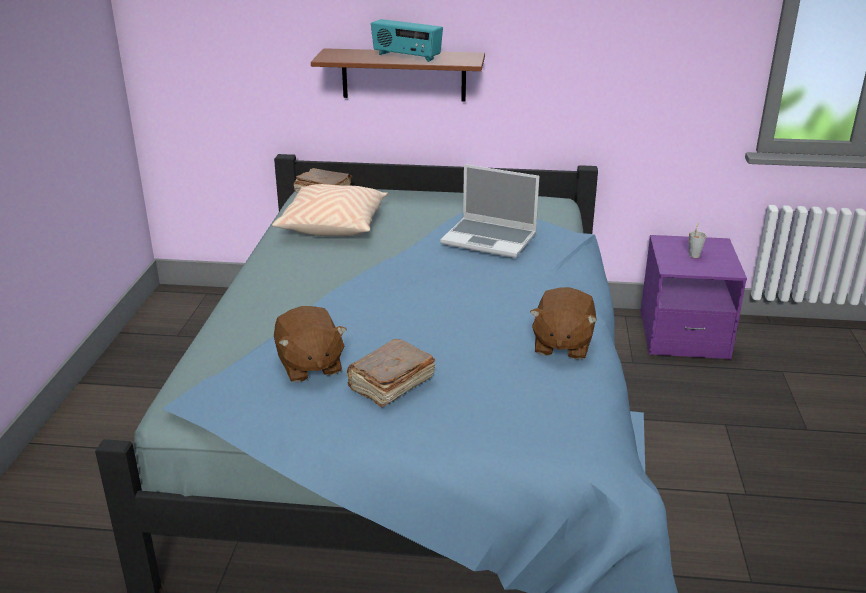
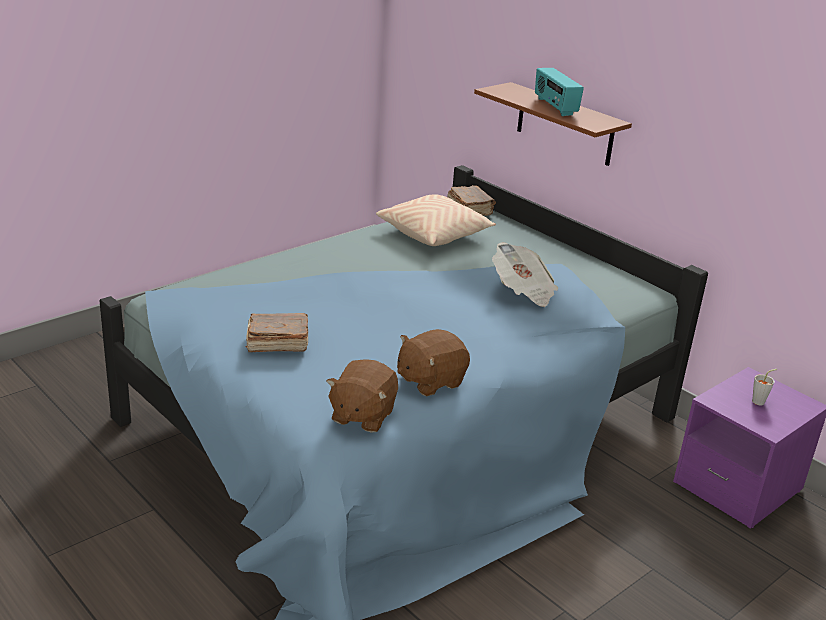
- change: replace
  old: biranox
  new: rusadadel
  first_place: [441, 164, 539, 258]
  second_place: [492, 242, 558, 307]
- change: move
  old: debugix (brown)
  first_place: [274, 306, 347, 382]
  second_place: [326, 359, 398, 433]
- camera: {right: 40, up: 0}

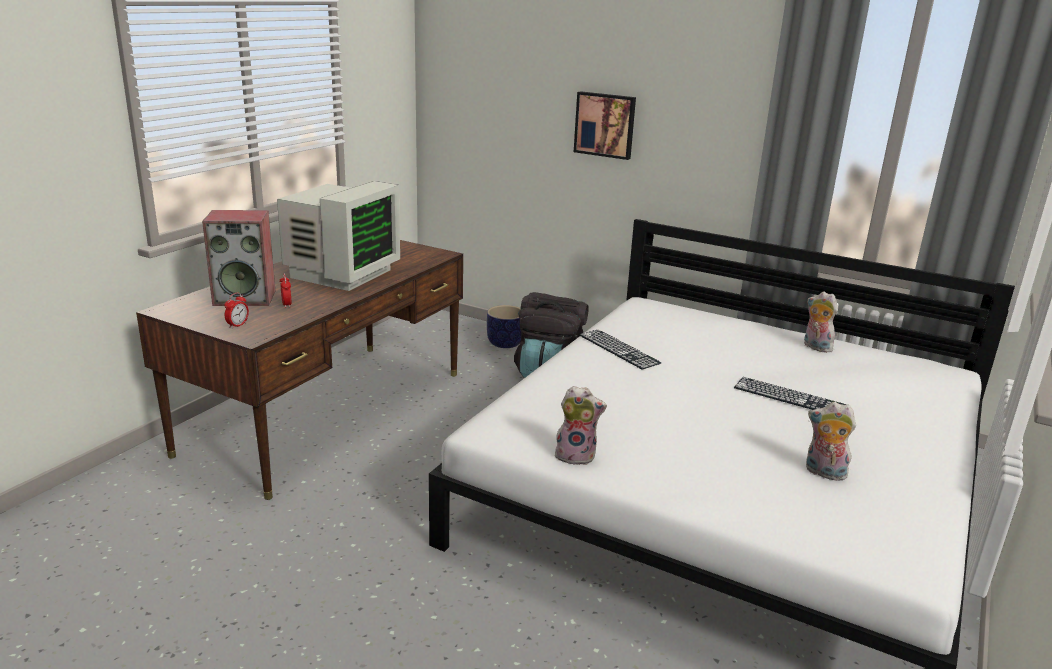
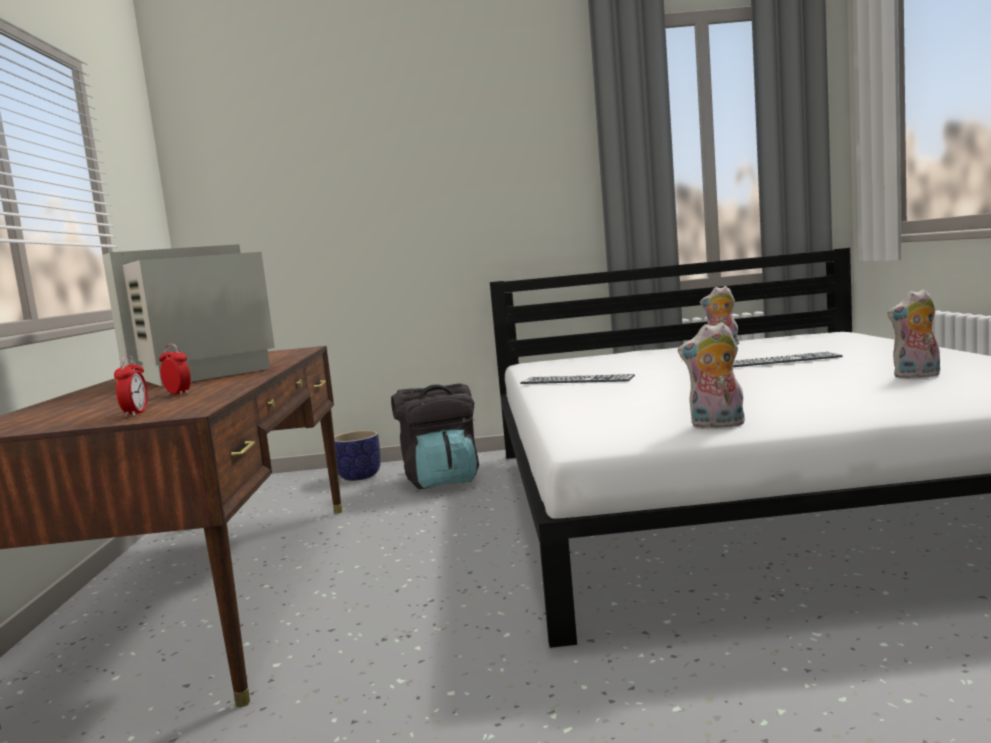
- change: delete
  old: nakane
  first_place: [574, 91, 636, 160]
- change: rotate
  old: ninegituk
  first_place: [277, 181, 400, 291]
  second_place: [102, 244, 275, 386]
  degrees: -120
- change: delete
  old: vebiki
  first_place: [202, 210, 275, 306]
- change: rotate
  old: debugix
  first_place: [555, 386, 607, 465]
  second_place: [678, 322, 745, 428]
  degrees: -150
- camera: {right: -30, up: -15}

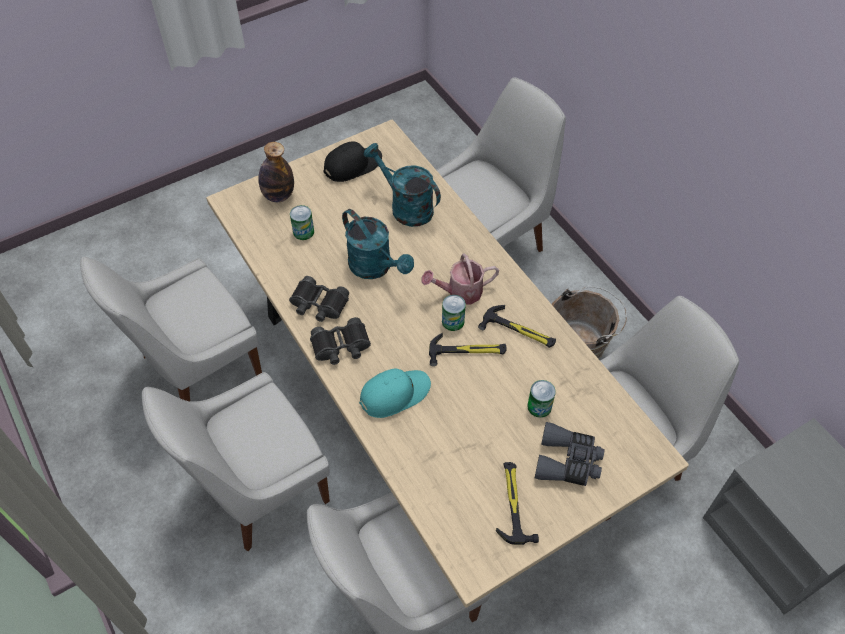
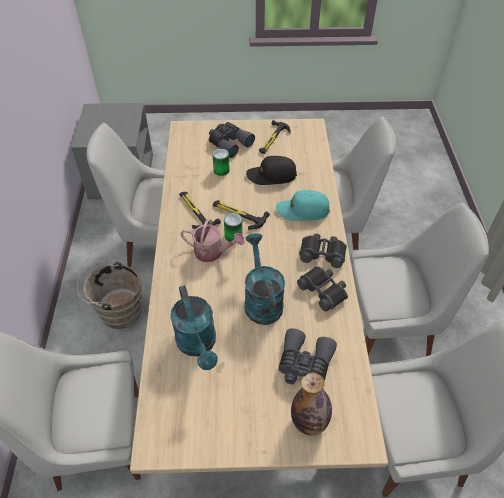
- change: move
  old: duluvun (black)
  first_place: [323, 141, 382, 182]
  second_place: [246, 156, 297, 185]
- change: replace
  old: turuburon
  new: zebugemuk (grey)
  first_place: [290, 205, 314, 240]
  second_place: [278, 328, 337, 384]
- camera: {right: -150, up: -5}

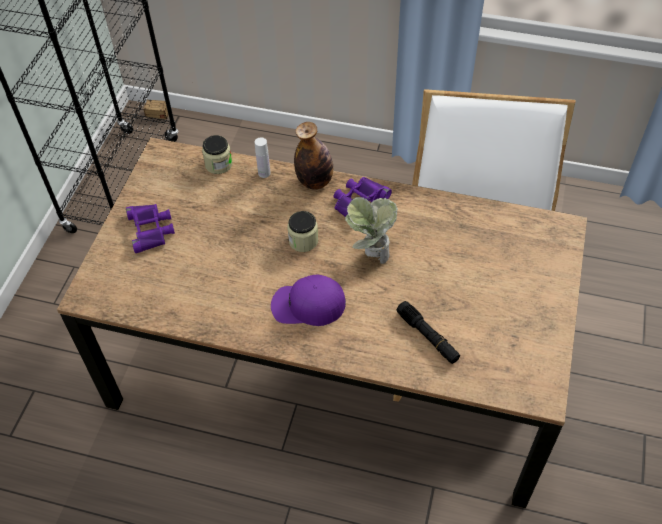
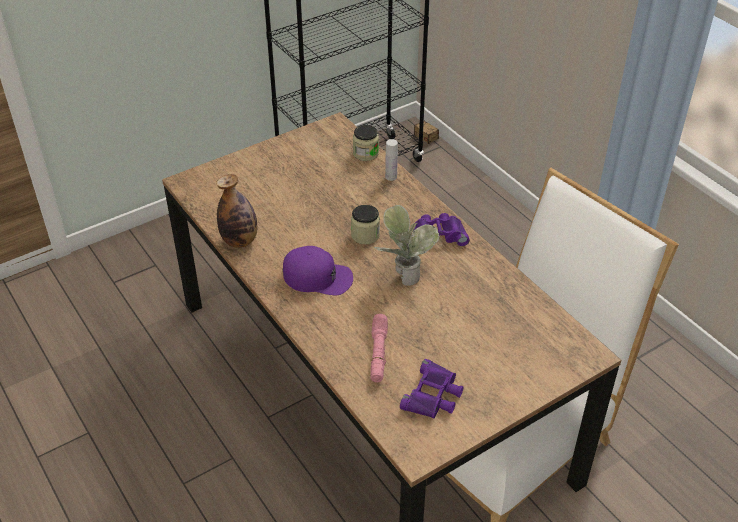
- change: move
  old: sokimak
  first_place: [294, 122, 333, 190]
  second_place: [216, 174, 257, 248]
- change: move
  old: zebugemuk (purple)
  first_place: [126, 204, 175, 253]
  second_place: [400, 359, 464, 418]
- change: rotate
  old: duluvun (purple)
  first_place: [271, 275, 346, 326]
  second_place: [283, 246, 353, 295]
  degrees: 150
- change: recolor
  old: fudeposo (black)
  new: fudeposo (pink)
  first_place: [396, 301, 460, 364]
  second_place: [370, 314, 388, 382]
- camera: {right: 40, up: -10}

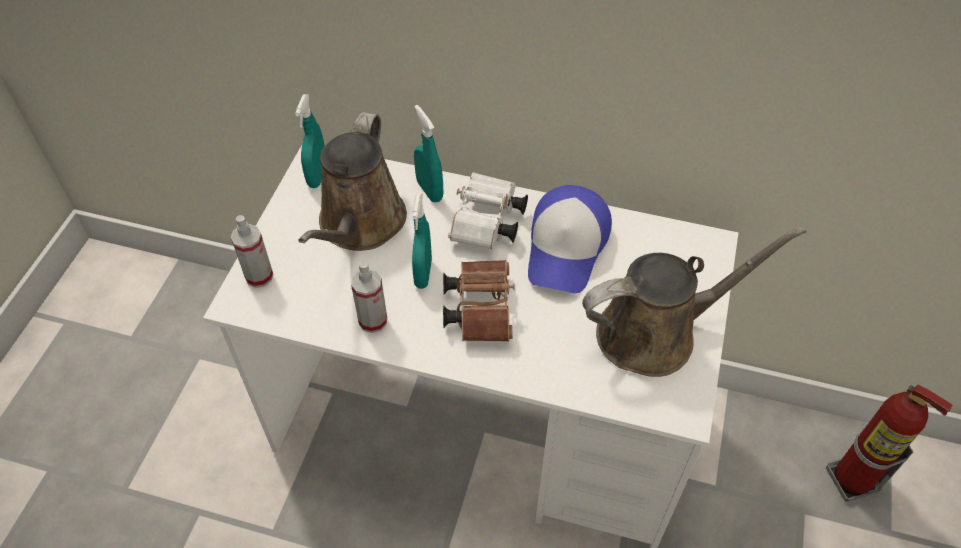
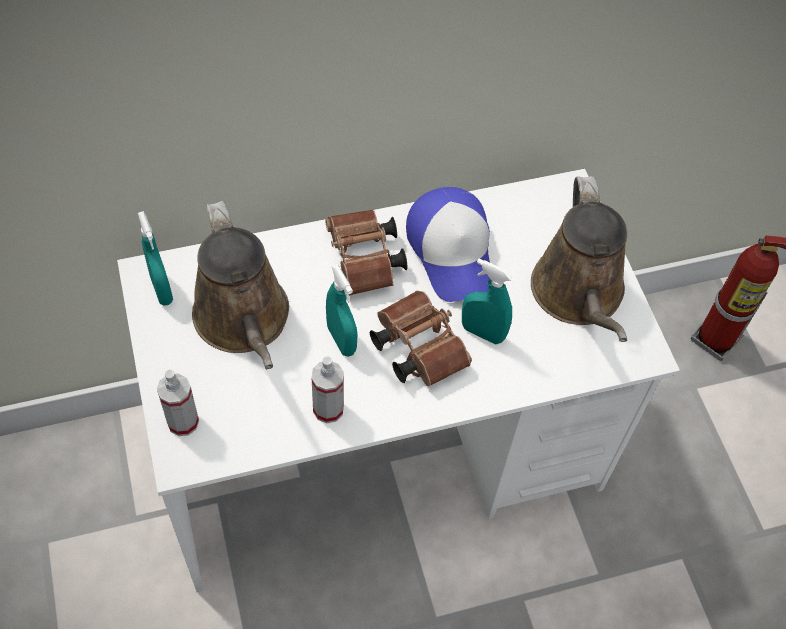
- change: move
  old: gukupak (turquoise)
  first_place: [414, 105, 443, 203]
  second_place: [462, 259, 513, 344]
- change: recolor
  old: zebugemuk (white)
  new: zebugemuk (brown)
  first_place: [448, 172, 528, 249]
  second_place: [325, 210, 407, 296]
- change: rotate
  old: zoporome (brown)
  first_place: [582, 226, 806, 377]
  second_place: [531, 176, 627, 342]
  degrees: 135
- camera: {right: -35, up: 5}

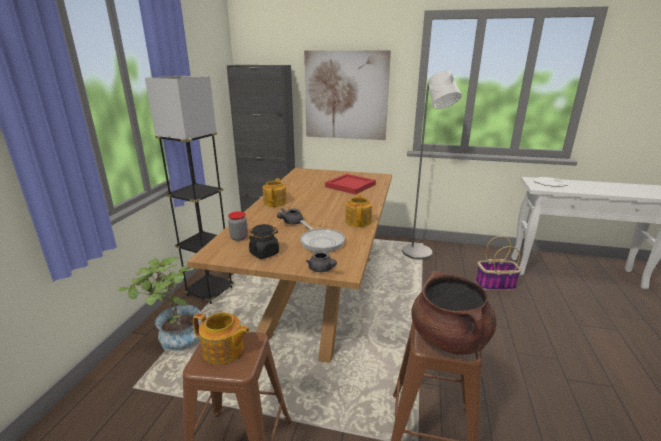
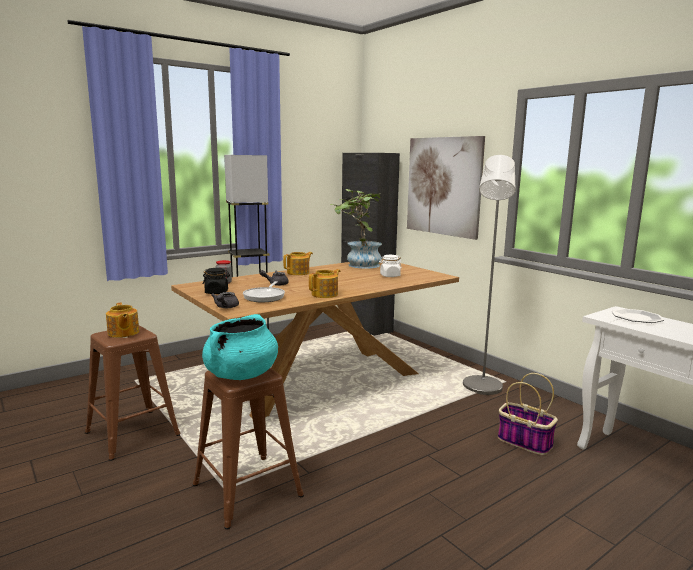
- change: replace
  old: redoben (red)
  new: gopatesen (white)
  first_place: [325, 174, 376, 195]
  second_place: [379, 255, 402, 277]
- change: move
  old: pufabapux
  first_place: [118, 257, 201, 351]
  second_place: [330, 189, 382, 269]
- change: recolor
  old: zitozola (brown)
  new: zitozola (turquoise)
  first_place: [411, 271, 496, 355]
  second_place: [202, 314, 278, 380]
- camera: {right: 40, up: -10}

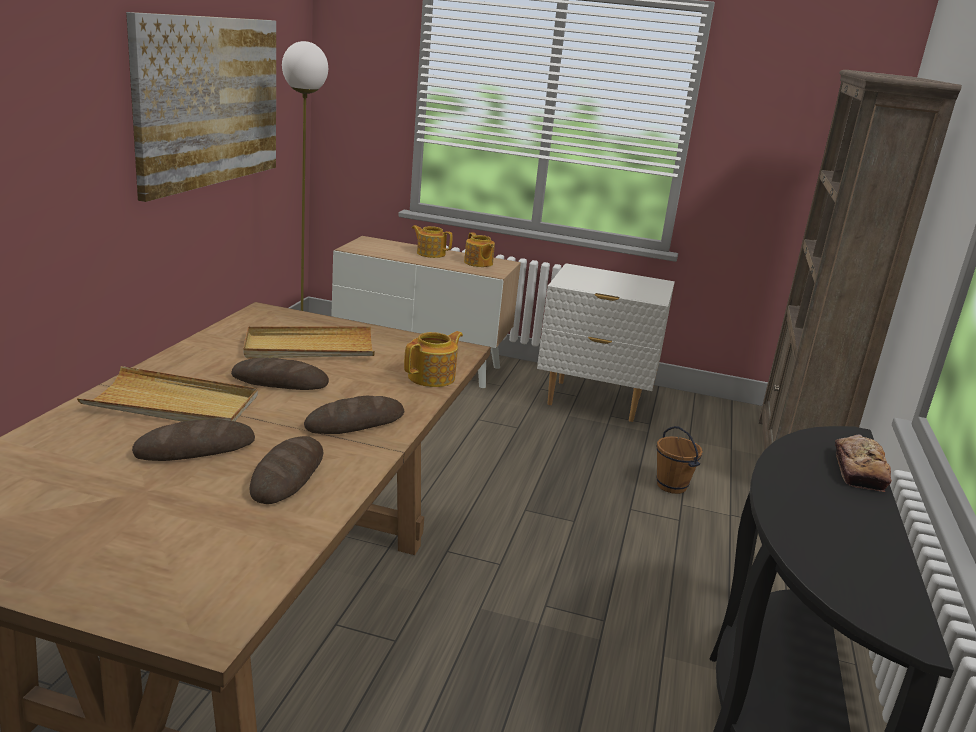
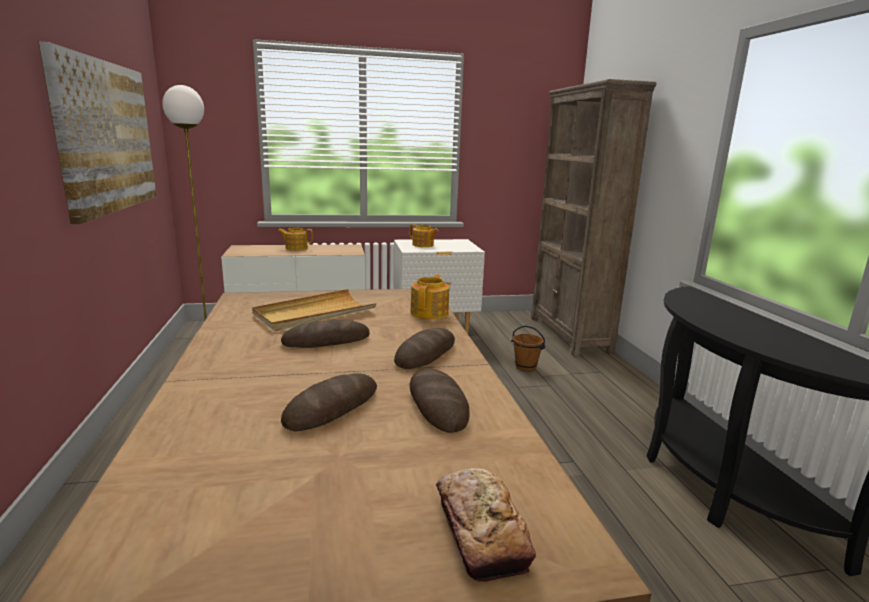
- change: move
  old: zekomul
  first_place: [464, 233, 495, 267]
  second_place: [409, 224, 439, 247]
- change: delete
  old: redoben (beige)
  first_place: [77, 366, 258, 422]
- change: move
  old: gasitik
  first_place: [835, 434, 892, 492]
  second_place: [436, 468, 536, 582]
- camera: {right: -25, up: -5}

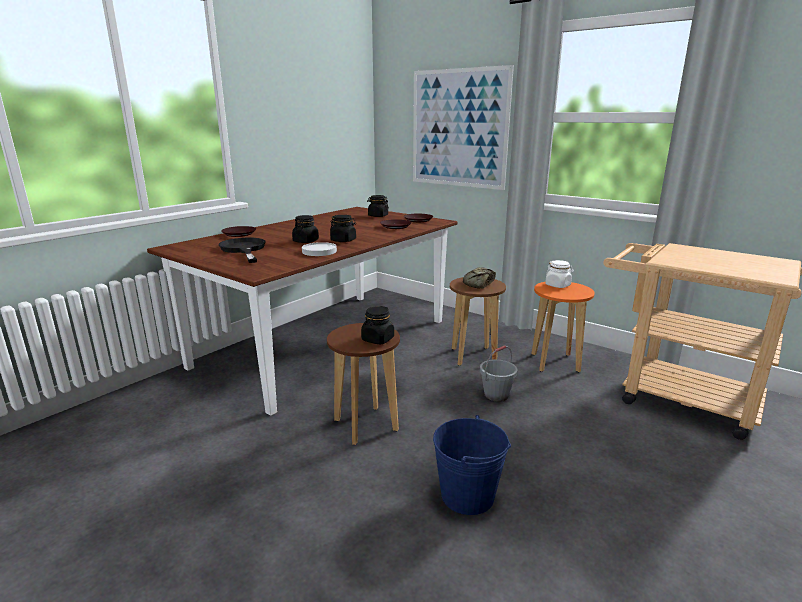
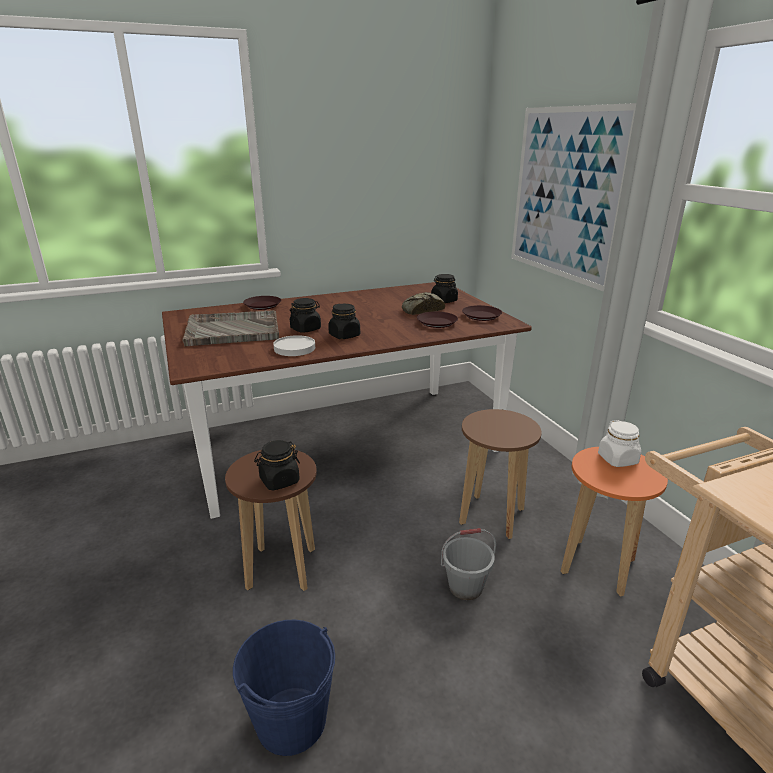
- change: replace
  old: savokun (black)
  new: redoben (grey)
  first_place: [219, 238, 266, 263]
  second_place: [182, 310, 279, 347]
- change: move
  old: gasitik
  first_place: [463, 267, 496, 289]
  second_place: [402, 292, 445, 315]
- camera: {right: 30, up: 5}

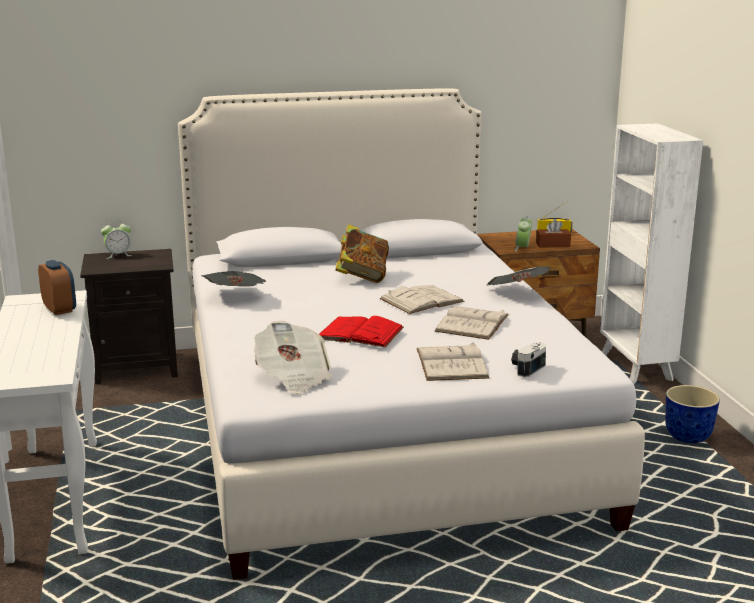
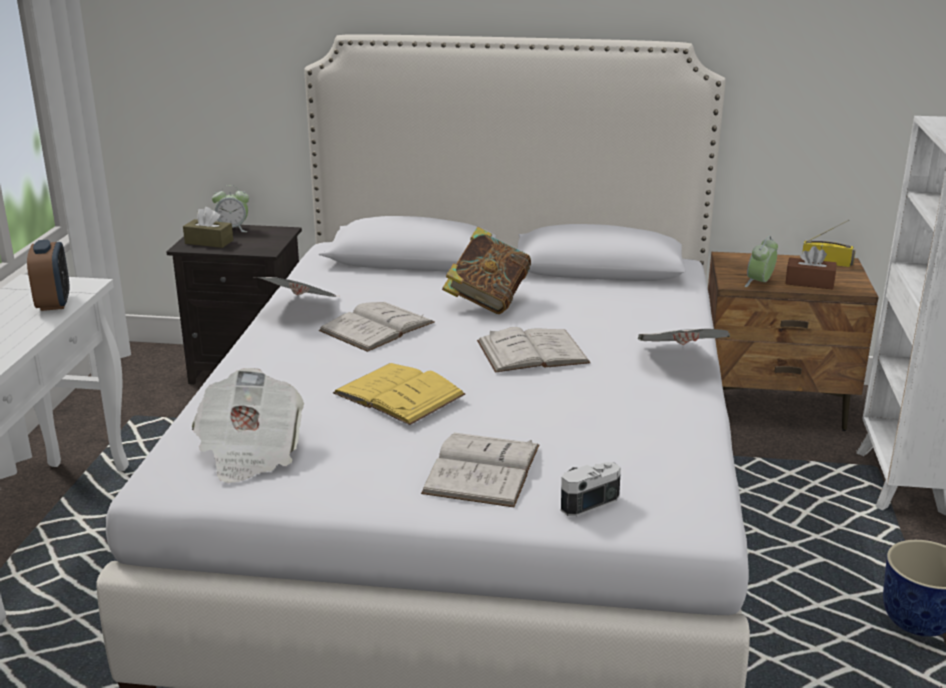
- change: move
  old: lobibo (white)
  first_place: [434, 306, 509, 340]
  second_place: [319, 302, 435, 352]
- change: recolor
  old: lobibo (red)
  new: lobibo (yellow)
  first_place: [319, 316, 404, 348]
  second_place: [333, 363, 465, 425]
- change: insert
  new: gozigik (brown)
  second_place: [183, 207, 233, 248]
- camera: {right: 20, up: 5}

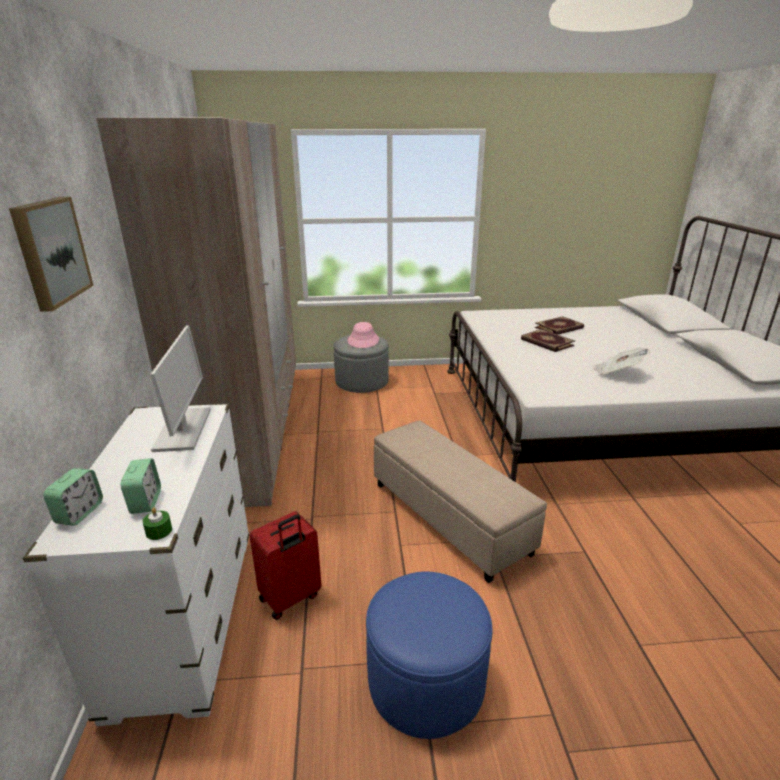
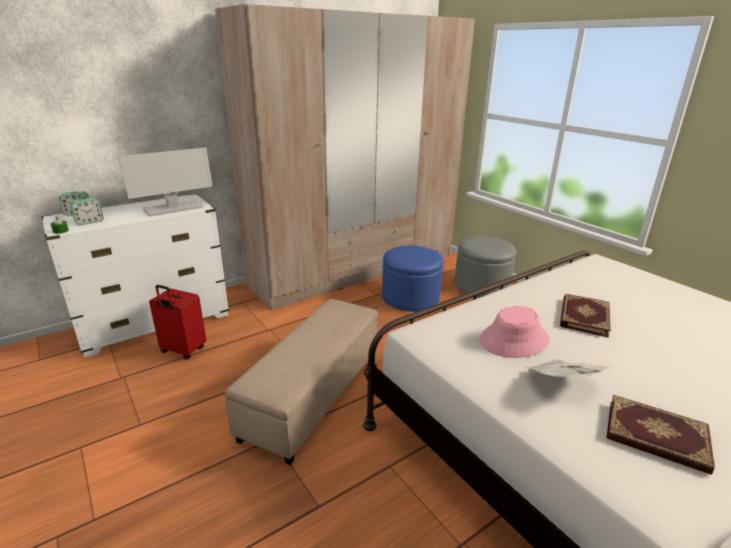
- change: delete
  old: nakane
  first_place: [9, 197, 94, 312]
- change: move
  old: lobibo
  first_place: [535, 316, 584, 335]
  second_place: [606, 395, 715, 475]
- change: move
  old: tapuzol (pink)
  first_place: [348, 322, 379, 348]
  second_place: [480, 306, 549, 358]
- change: move
  old: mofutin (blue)
  first_place: [366, 572, 492, 739]
  second_place: [382, 245, 444, 312]
- camera: {right: 60, up: 0}

